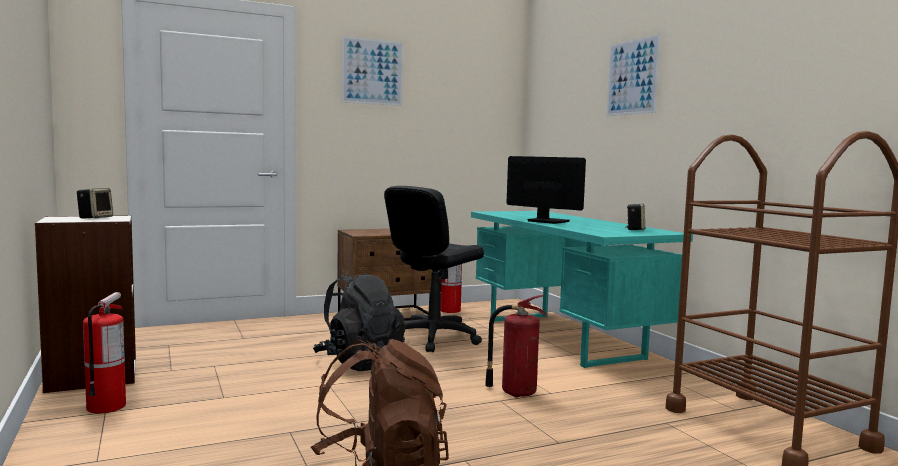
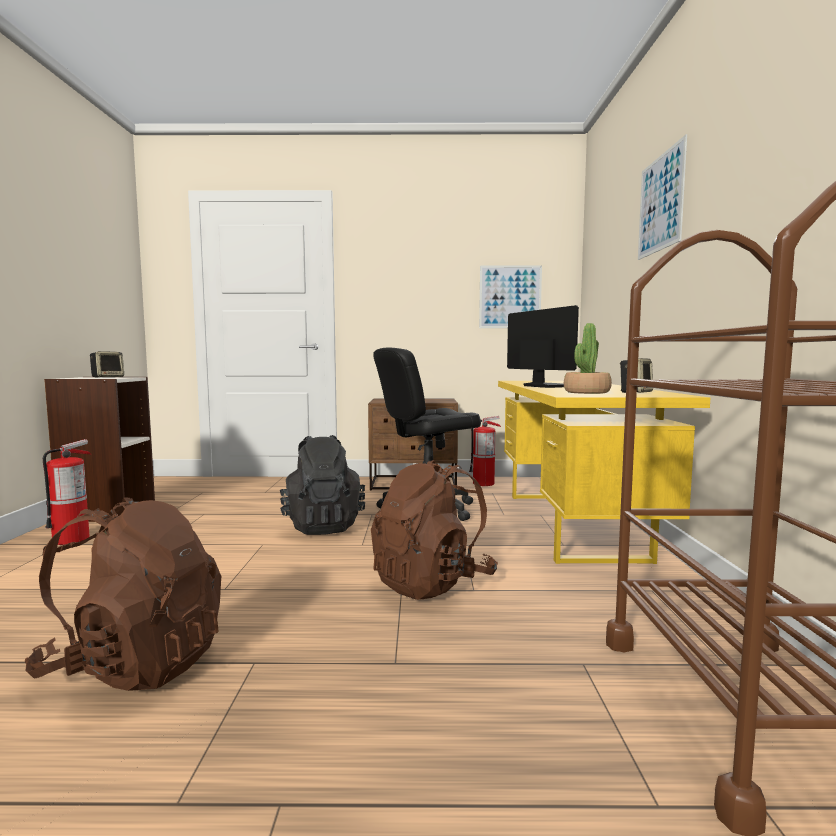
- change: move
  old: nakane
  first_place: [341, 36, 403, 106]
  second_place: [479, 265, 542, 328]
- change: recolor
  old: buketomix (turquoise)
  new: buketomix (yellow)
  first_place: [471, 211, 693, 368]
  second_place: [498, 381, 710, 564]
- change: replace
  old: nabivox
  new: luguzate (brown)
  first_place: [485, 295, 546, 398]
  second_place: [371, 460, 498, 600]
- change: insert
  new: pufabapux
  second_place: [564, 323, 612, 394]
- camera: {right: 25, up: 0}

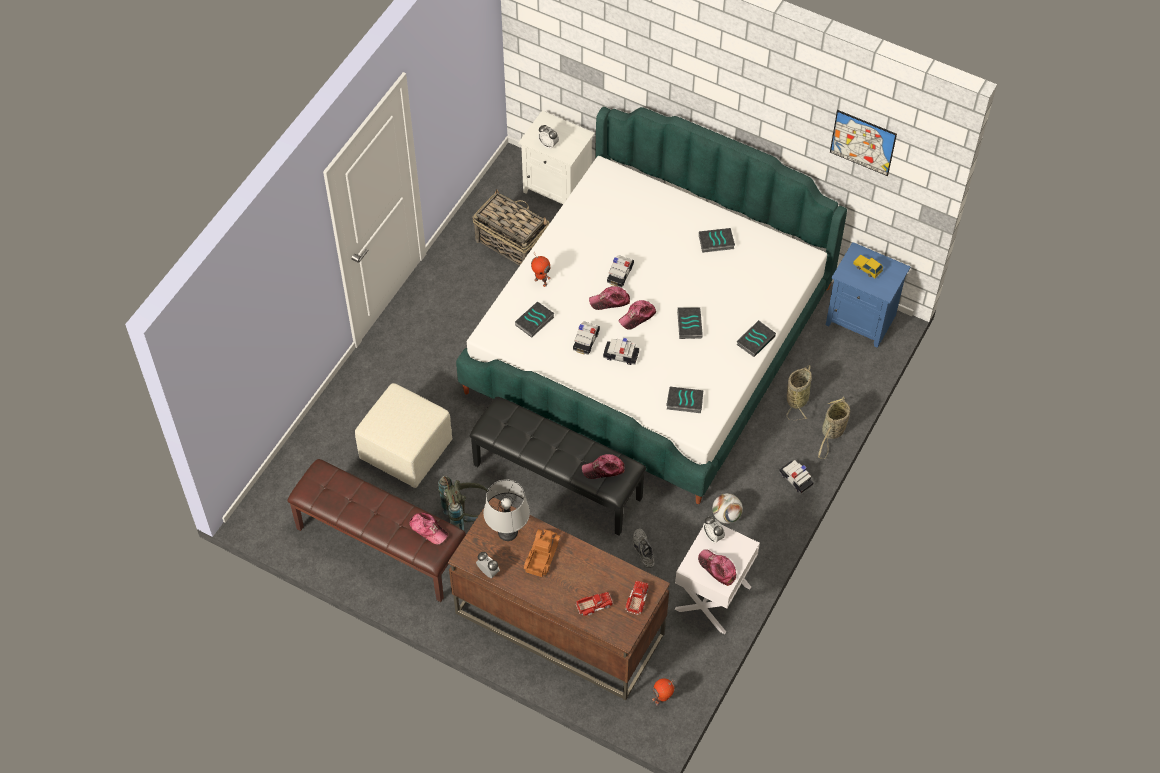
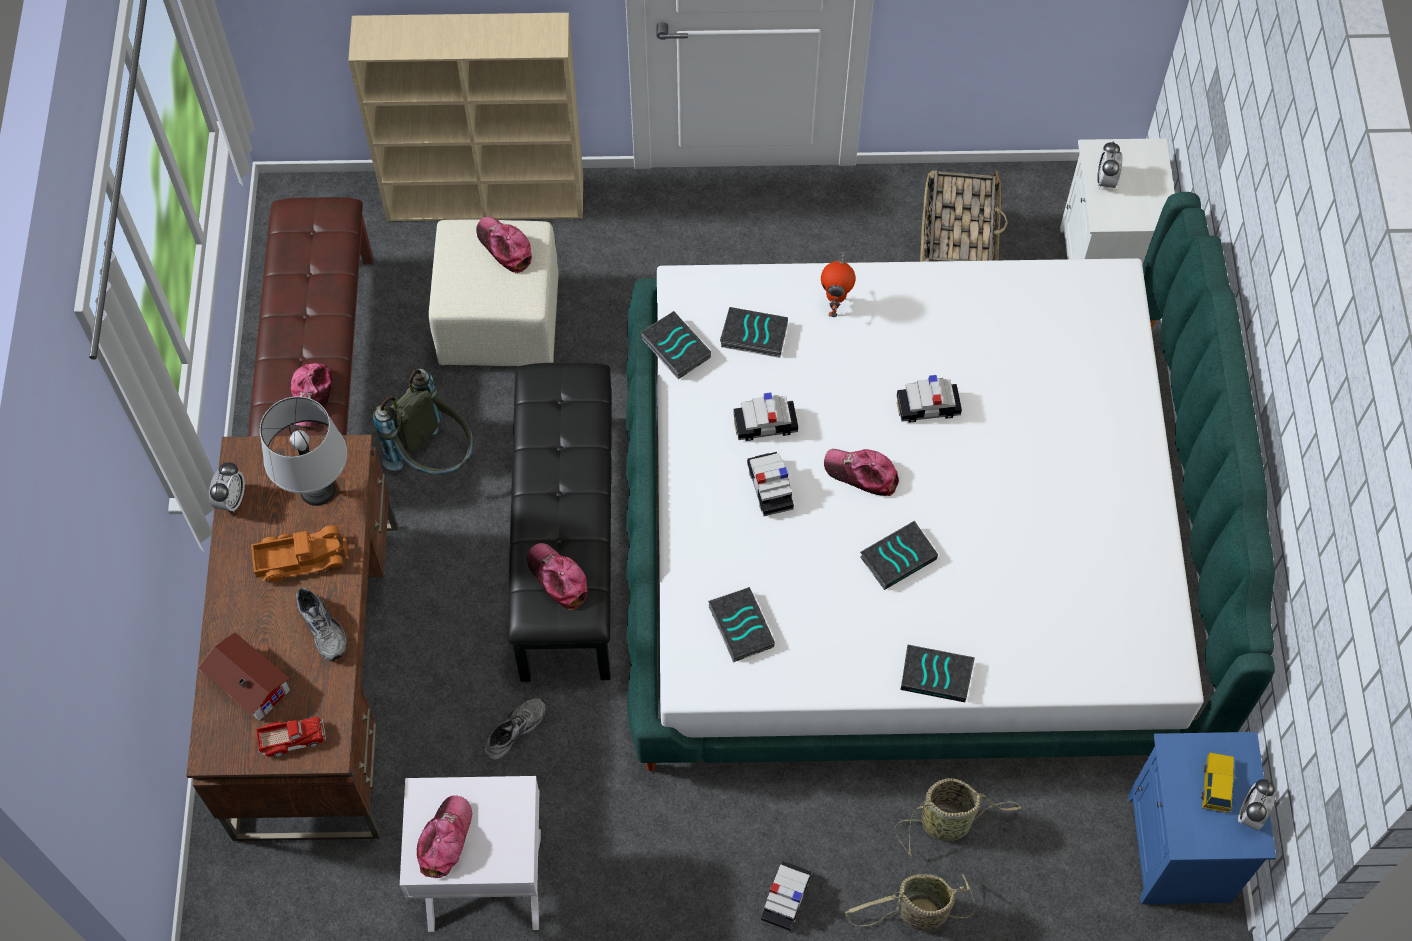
- change: delete
  old: nakane
  first_place: [830, 110, 897, 176]
- change: move
  old: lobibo
  first_place: [699, 228, 735, 253]
  second_place: [641, 311, 711, 379]
- change: move
  old: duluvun
  first_place: [589, 286, 630, 310]
  second_place: [476, 216, 532, 273]
- change: delete
  old: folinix
  first_place: [712, 493, 743, 524]
- change: move
  old: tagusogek
  first_place: [703, 516, 725, 543]
  second_place: [1238, 779, 1276, 831]
- change: replace
  old: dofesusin
  new: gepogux
  first_place: [576, 592, 613, 616]
  second_place: [198, 632, 290, 721]
- change: delete
  old: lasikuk
  first_place: [652, 678, 675, 706]
- change: insert
  new: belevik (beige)
  second_place: [348, 13, 583, 221]
- change: insert
  new: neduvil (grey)
  second_place: [296, 588, 347, 661]
- camera: {right: 60, up: 5}

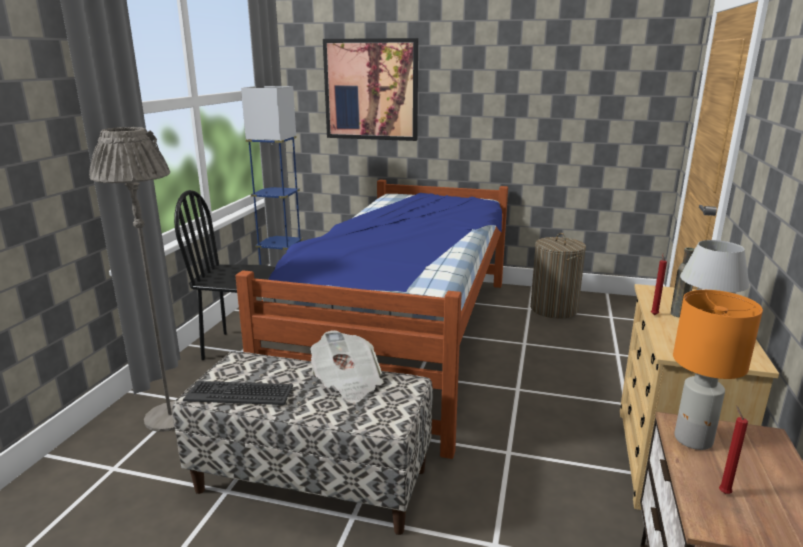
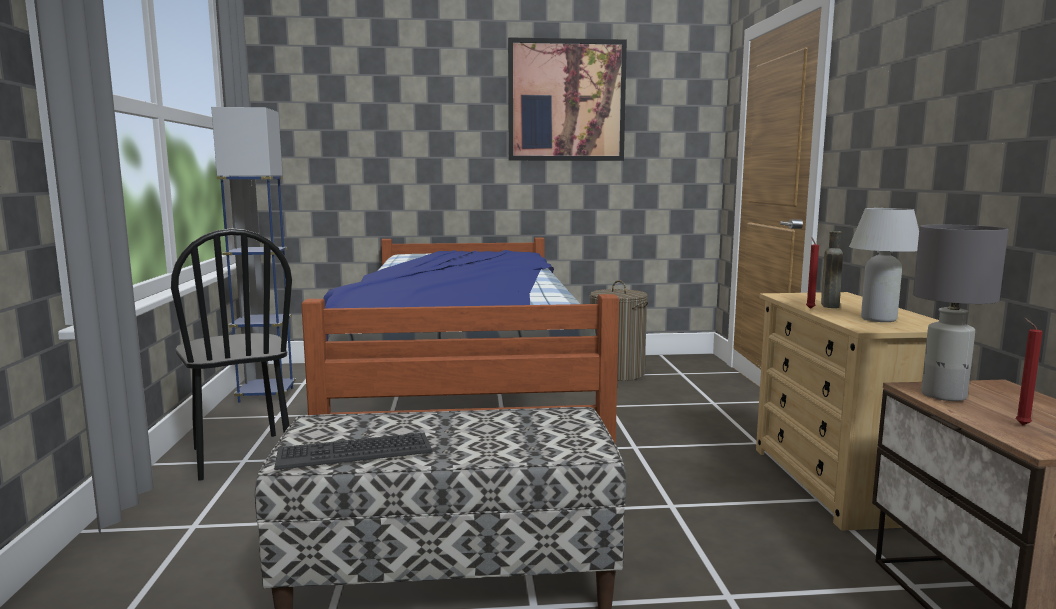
- change: move
  old: nakane
  first_place: [323, 38, 418, 141]
  second_place: [508, 37, 627, 161]
- change: delete
  old: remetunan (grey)
  first_place: [89, 127, 175, 432]
- change: rotate
  old: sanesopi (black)
  first_place: [174, 190, 275, 360]
  second_place: [171, 228, 292, 481]
  degrees: -105
- change: recolor
  old: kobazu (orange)
  new: kobazu (grey)
  first_place: [673, 290, 763, 450]
  second_place: [913, 225, 1008, 401]
- change: delete
  old: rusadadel
  first_place: [310, 330, 383, 403]
- camera: {right: -20, up: -10}

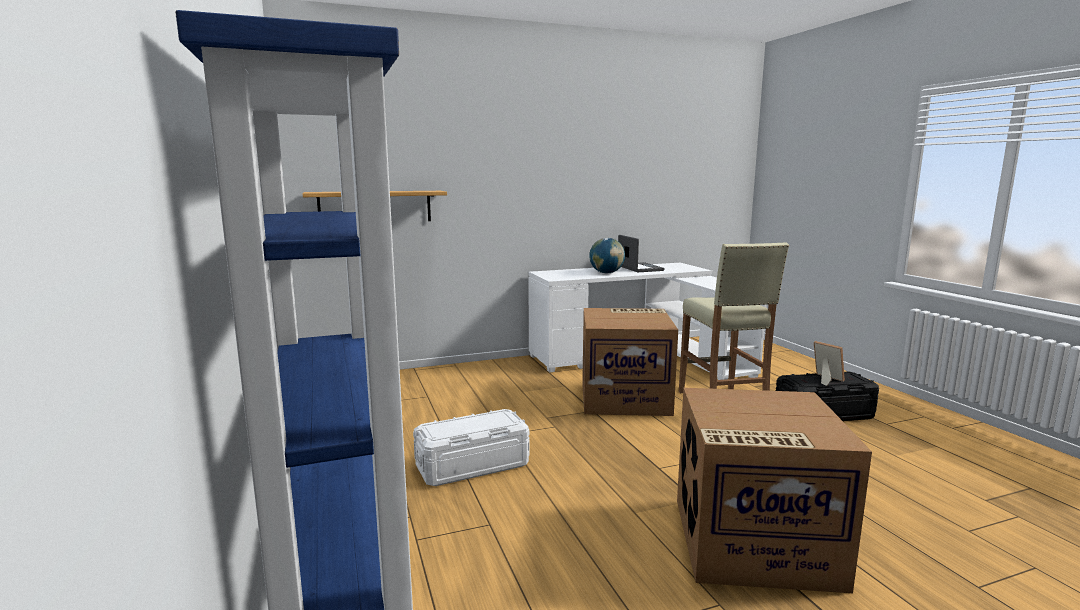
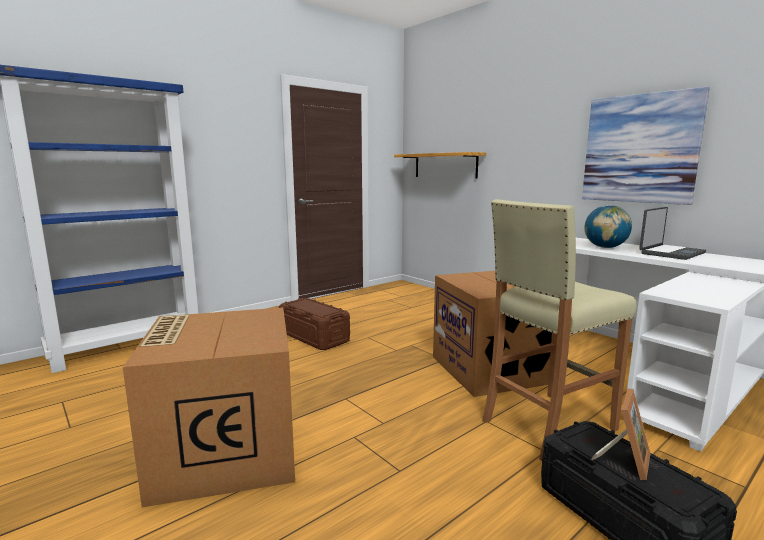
- change: recolor
  old: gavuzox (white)
  new: gavuzox (brown)
  first_place: [413, 409, 529, 486]
  second_place: [279, 298, 350, 350]
- change: insert
  new: nakane
  second_place: [582, 87, 710, 205]
- camera: {right: 70, up: 0}

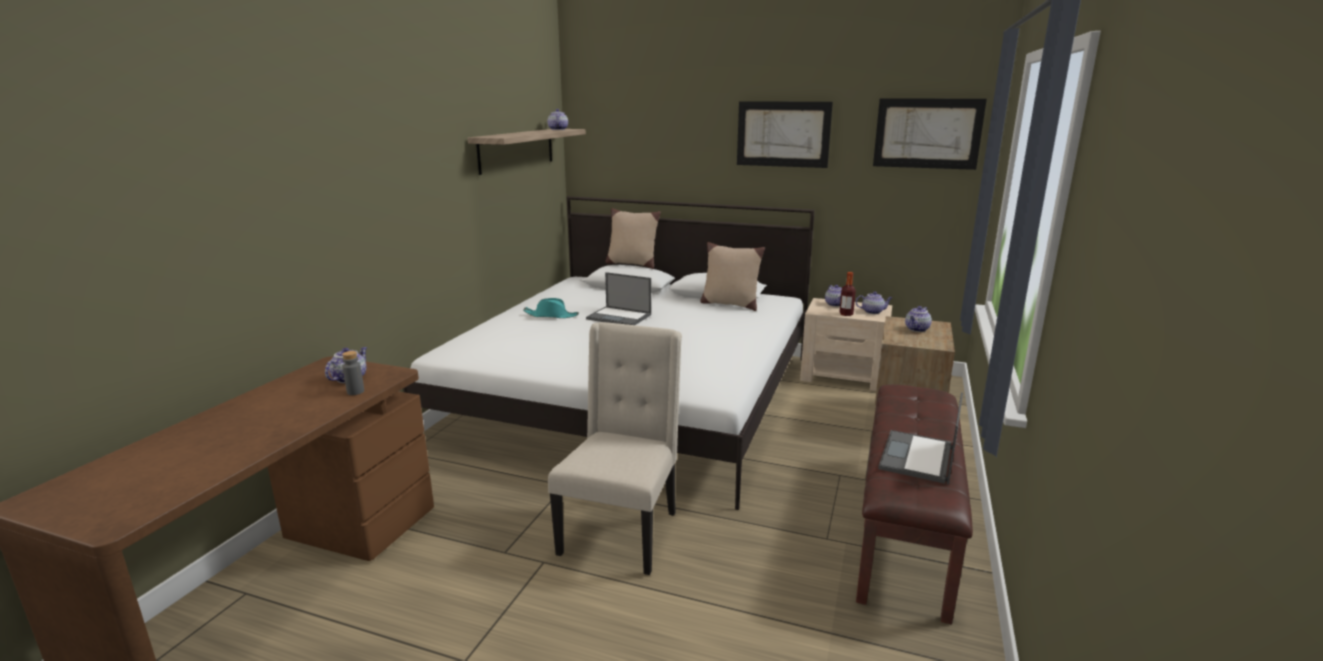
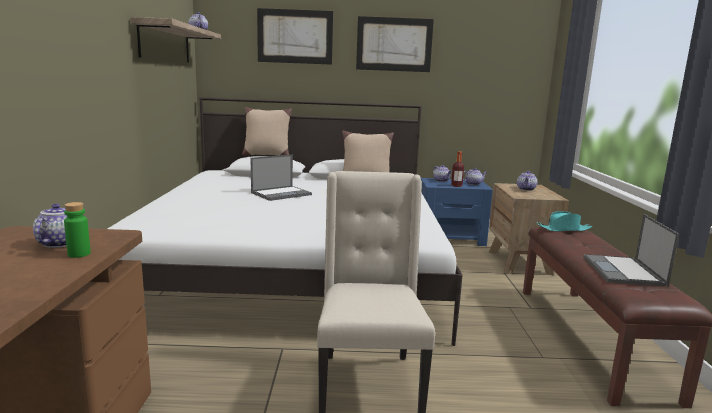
- change: move
  old: nakane
  first_place: [873, 98, 987, 170]
  second_place: [257, 8, 333, 65]
- change: rotate
  old: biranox
  first_place: [586, 272, 651, 325]
  second_place: [251, 155, 312, 201]
  degrees: -45
- change: move
  old: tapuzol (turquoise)
  first_place: [523, 298, 579, 318]
  second_place: [537, 211, 592, 232]
- change: recolor
  old: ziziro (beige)
  new: ziziro (blue)
  first_place: [800, 298, 892, 391]
  second_place: [421, 178, 493, 246]
- change: recolor
  old: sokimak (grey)
  new: sokimak (green)
  first_place: [342, 351, 364, 395]
  second_place: [64, 202, 91, 258]
- camera: {right: -20, up: -5}

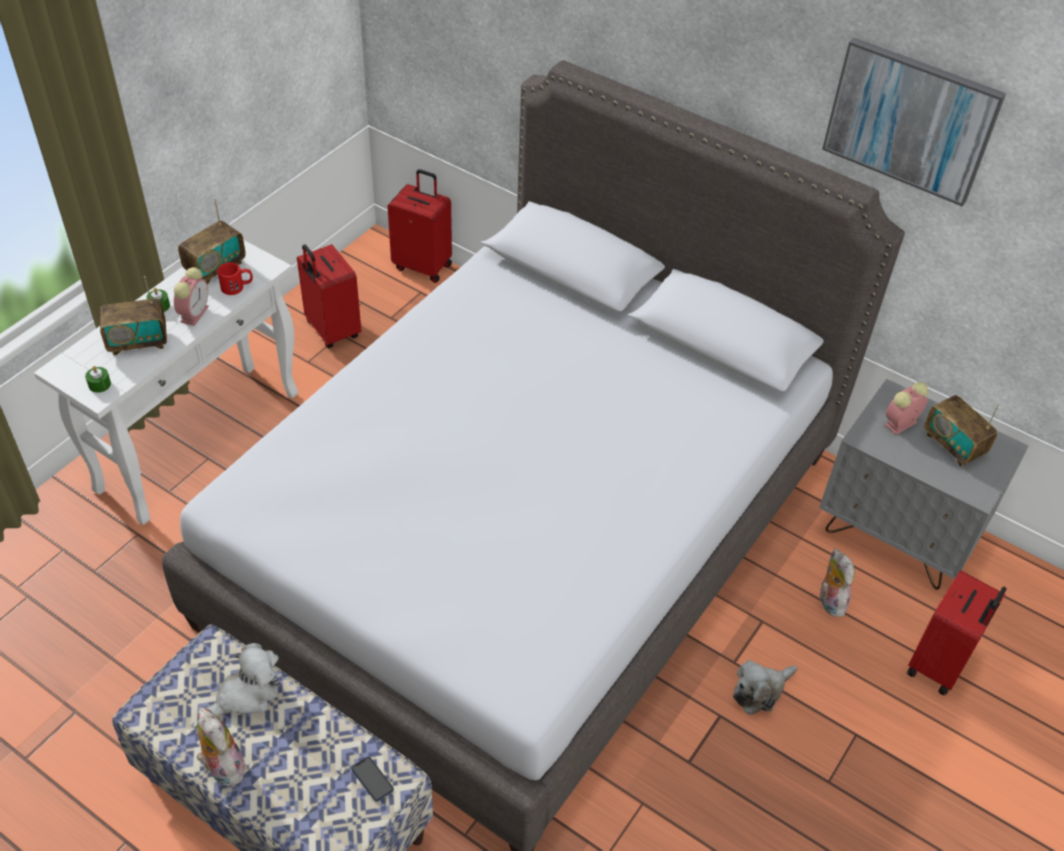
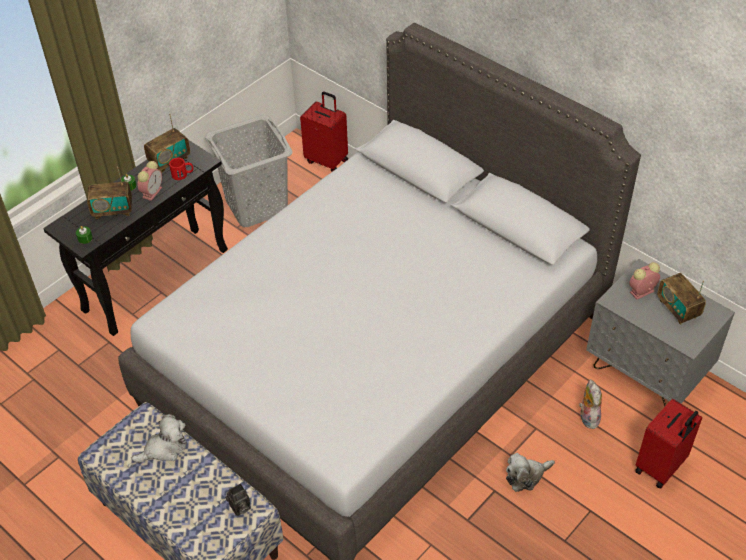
- change: delete
  old: nakane
  first_place: [822, 38, 1006, 207]
- change: recolor
  old: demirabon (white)
  new: demirabon (black)
  first_place: [34, 240, 298, 525]
  second_place: [43, 140, 228, 336]
- change: replace
  old: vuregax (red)
  new: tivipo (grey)
  first_place: [297, 244, 361, 348]
  second_place: [205, 115, 292, 227]
- change: delete
  old: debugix
  first_place: [196, 707, 245, 786]
- change: replace
  old: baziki
  new: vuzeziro
  first_place: [351, 757, 394, 802]
  second_place: [225, 483, 251, 516]
- camera: {right: 10, up: 0}

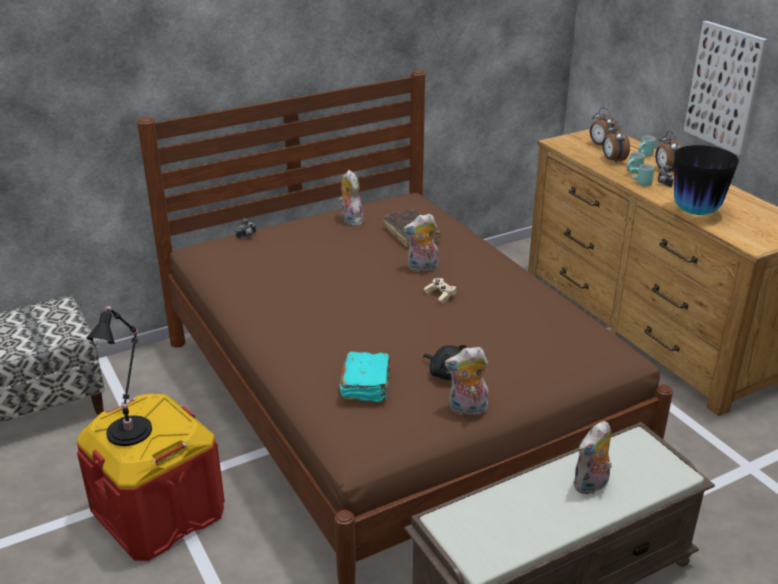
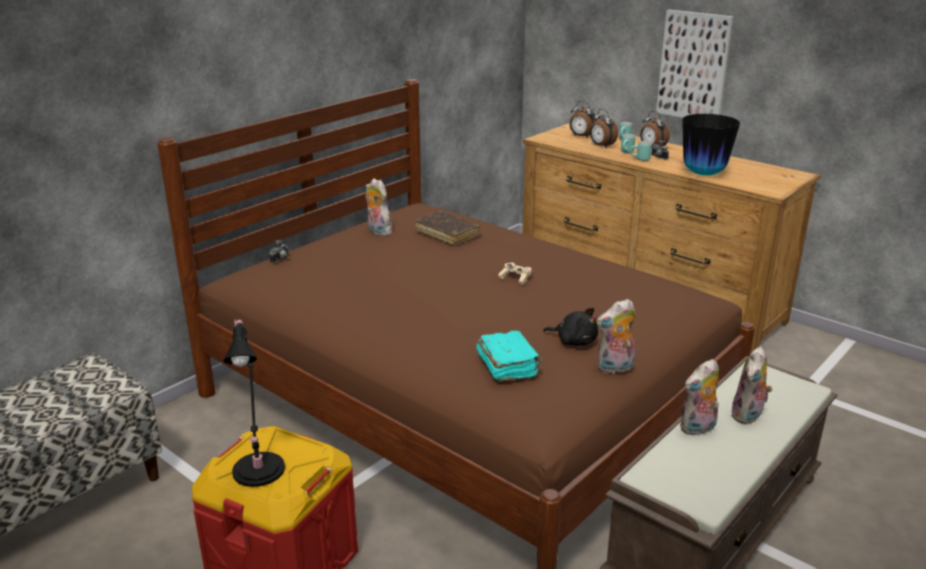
- change: move
  old: debugix
  first_place: [403, 213, 438, 272]
  second_place: [680, 359, 719, 436]
- camera: {right: -20, up: -5}

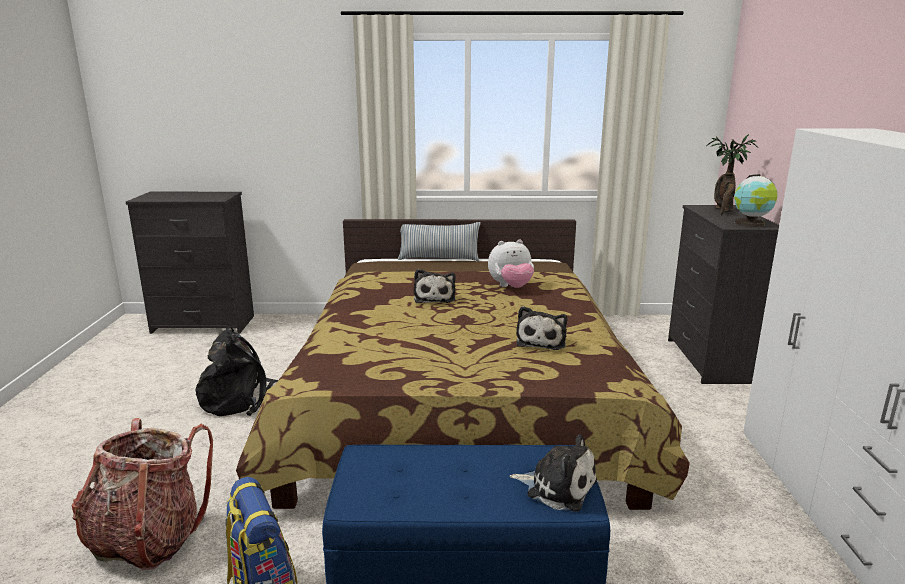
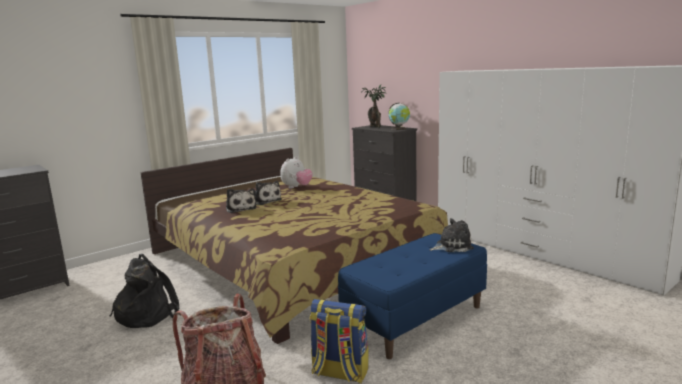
- change: delete
  old: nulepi
  first_place: [398, 222, 481, 261]
- change: move
  old: debugix
  first_place: [516, 306, 567, 350]
  second_place: [226, 188, 257, 213]
- camera: {right: -40, up: -5}

